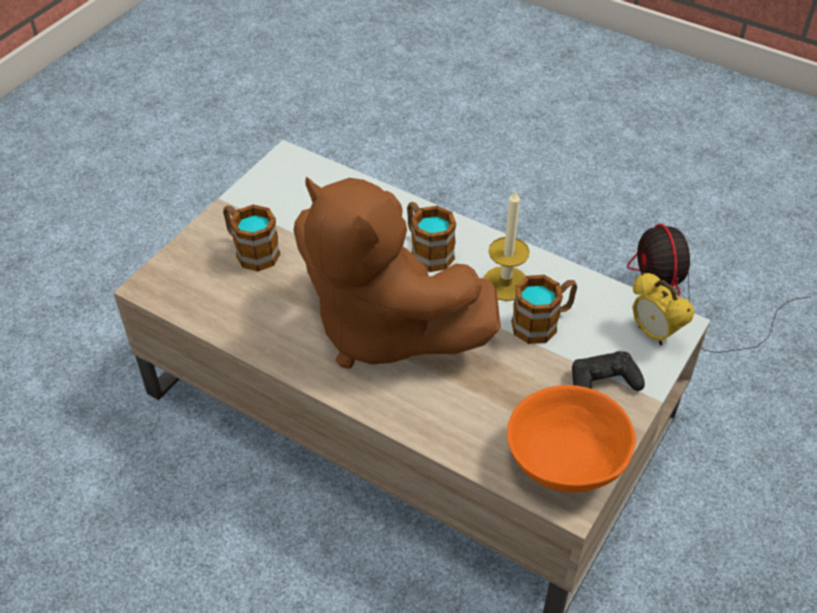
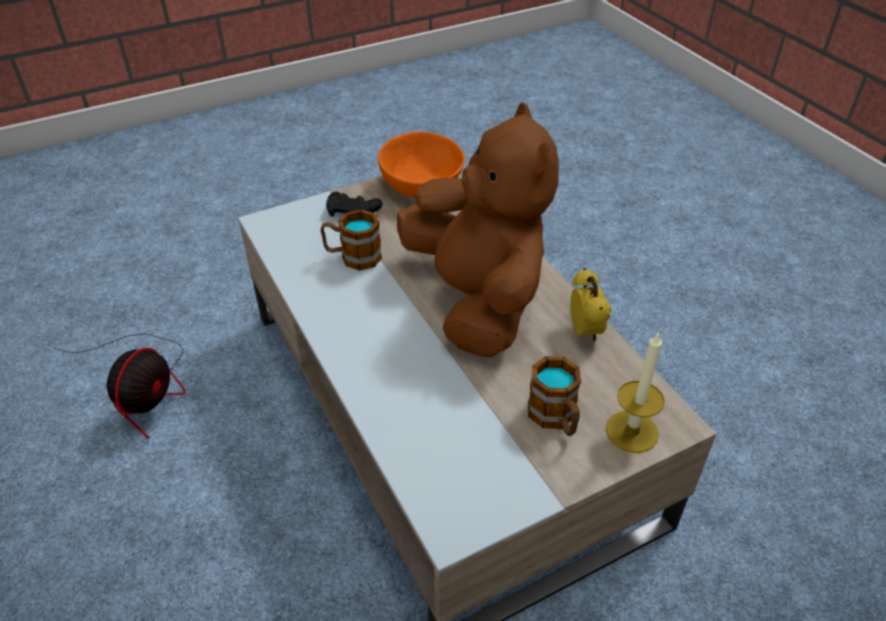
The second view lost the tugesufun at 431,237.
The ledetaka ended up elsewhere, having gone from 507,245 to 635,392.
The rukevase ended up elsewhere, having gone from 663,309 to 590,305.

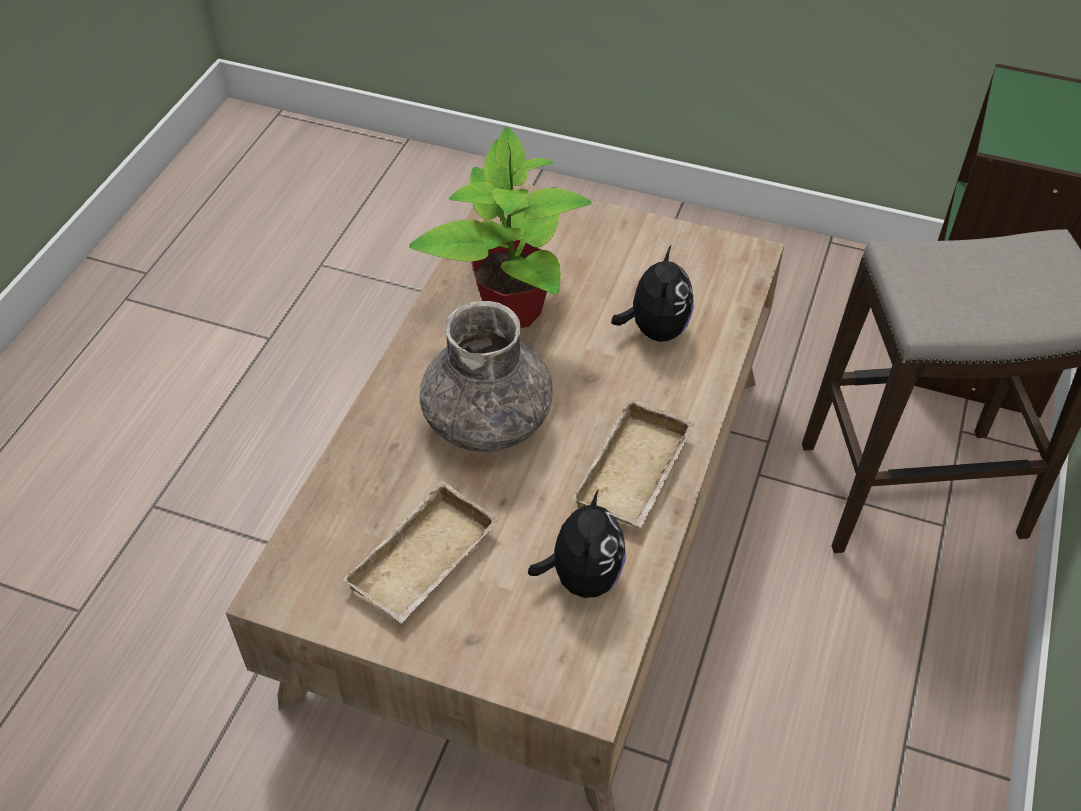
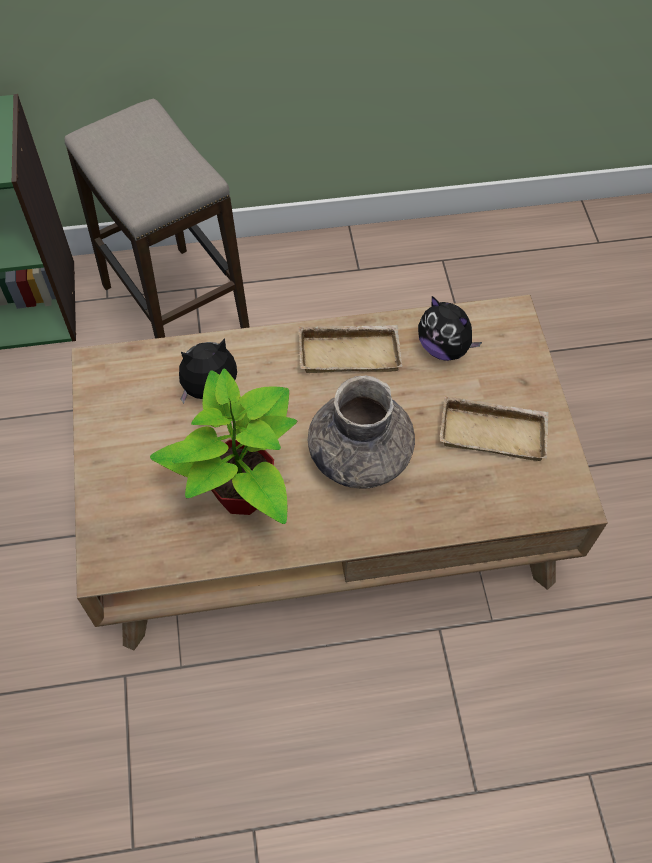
The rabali at 577,544 ended up facing another way, 120 degrees counterclockwise from before.

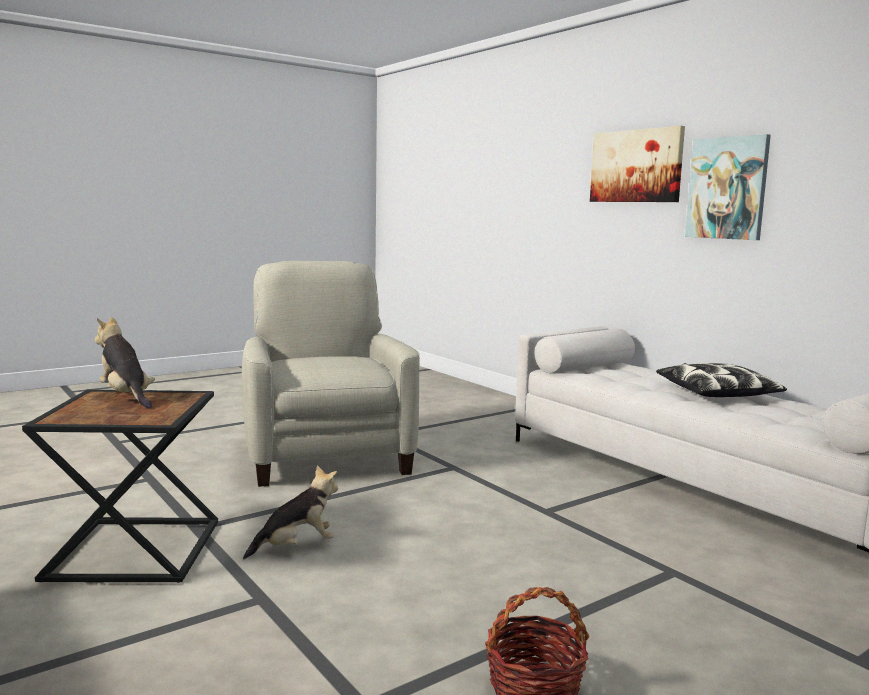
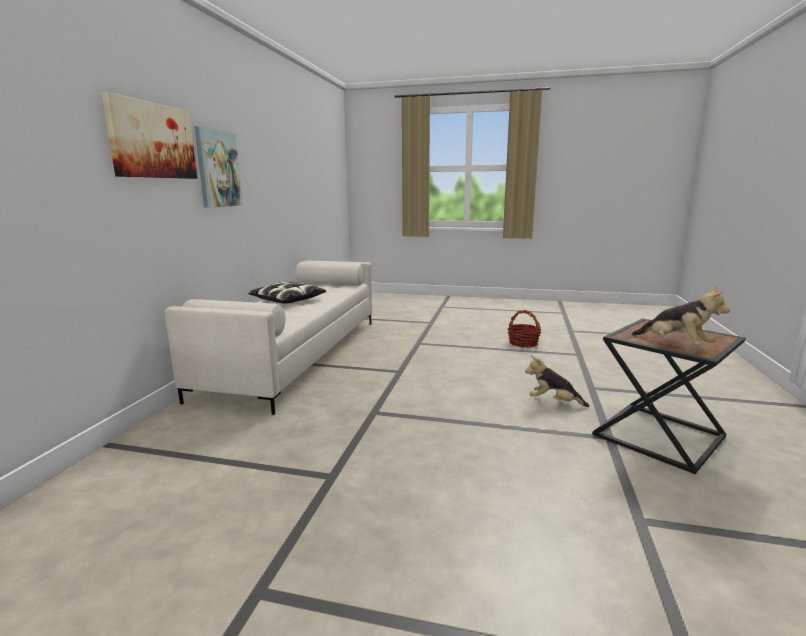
The rabali at 125,363 ended up facing another way, 45 degrees counterclockwise from before.
The second view lost the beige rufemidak at 331,374.

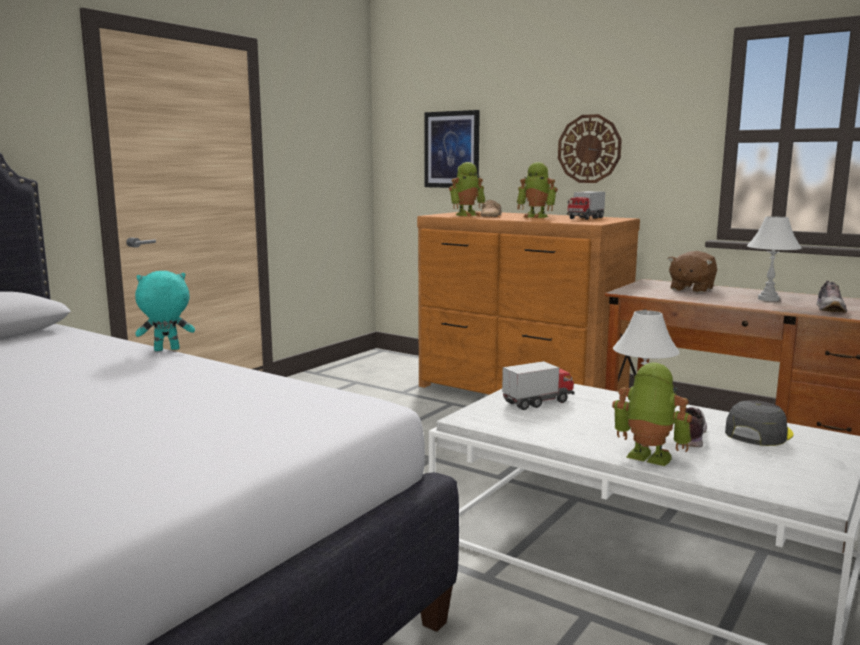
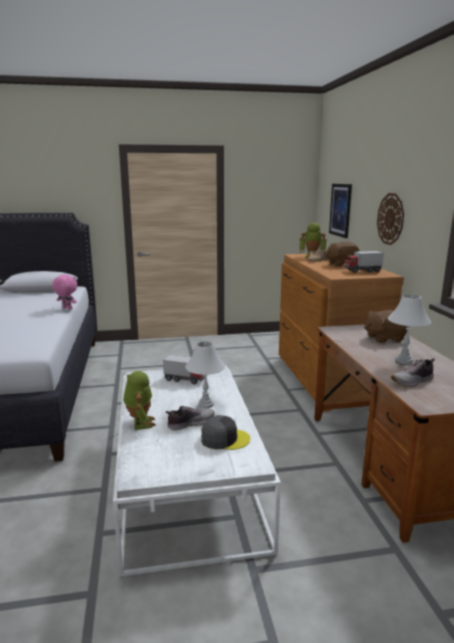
What was the turquoise rabali at 165,311 turned into the pink rabali at 64,292.
Where the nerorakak stood at 537,190, the brown rabali came to stand at 342,254.

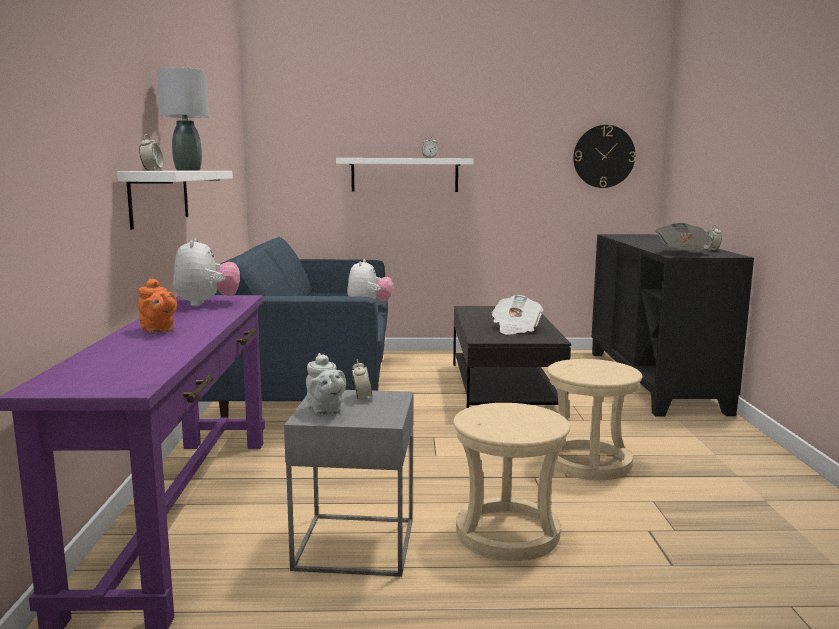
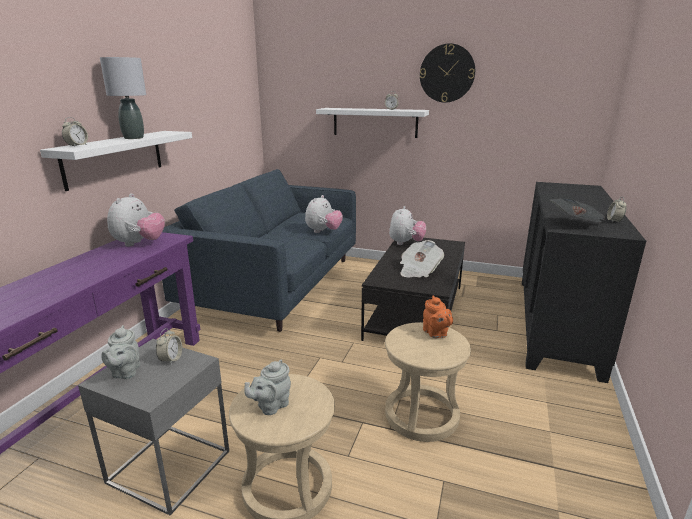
The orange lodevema ended up elsewhere, having gone from 157,306 to 438,316.
The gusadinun ended up elsewhere, having gone from 604,156 to 447,73.
The second view gained the grey lodevema at 267,387.
The second view gained the rabali at 407,225.

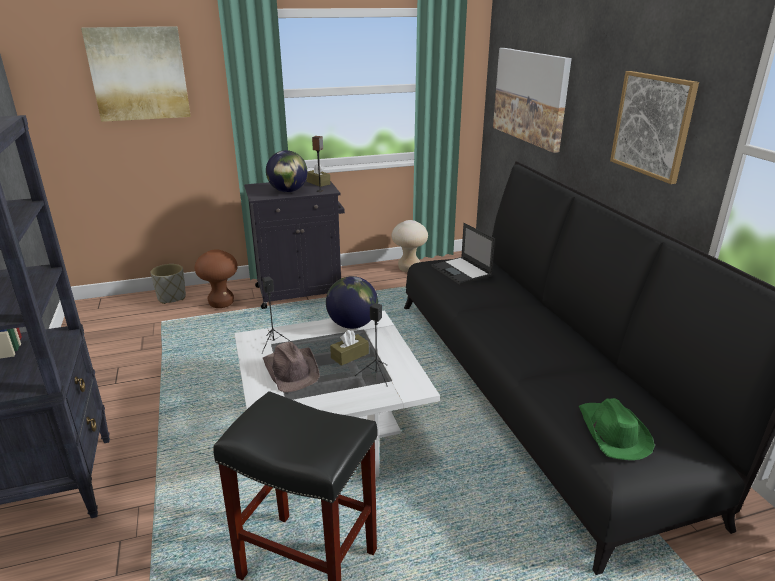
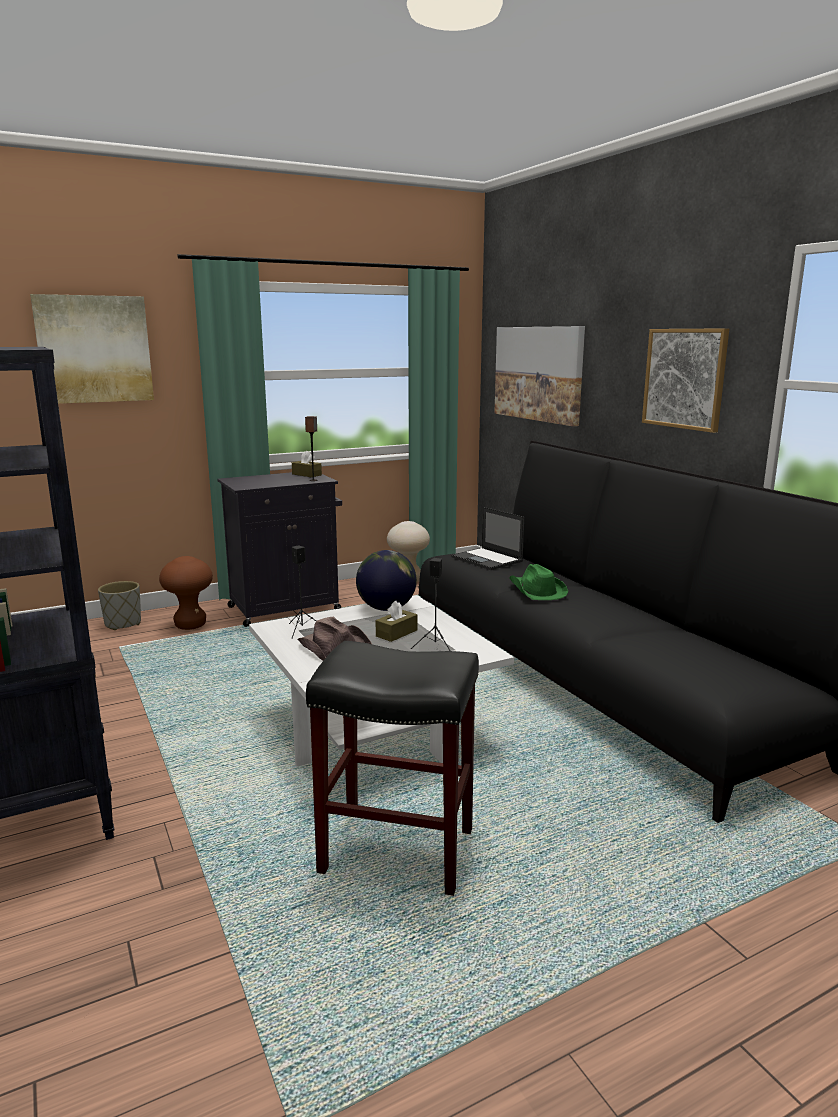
The second view lost the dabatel at 286,171.
The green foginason ended up elsewhere, having gone from 617,429 to 538,582.

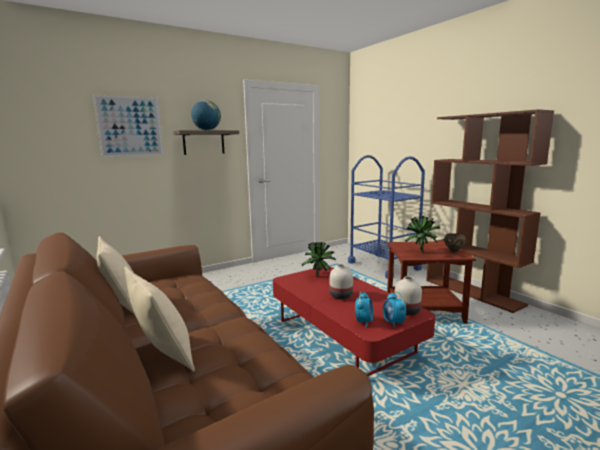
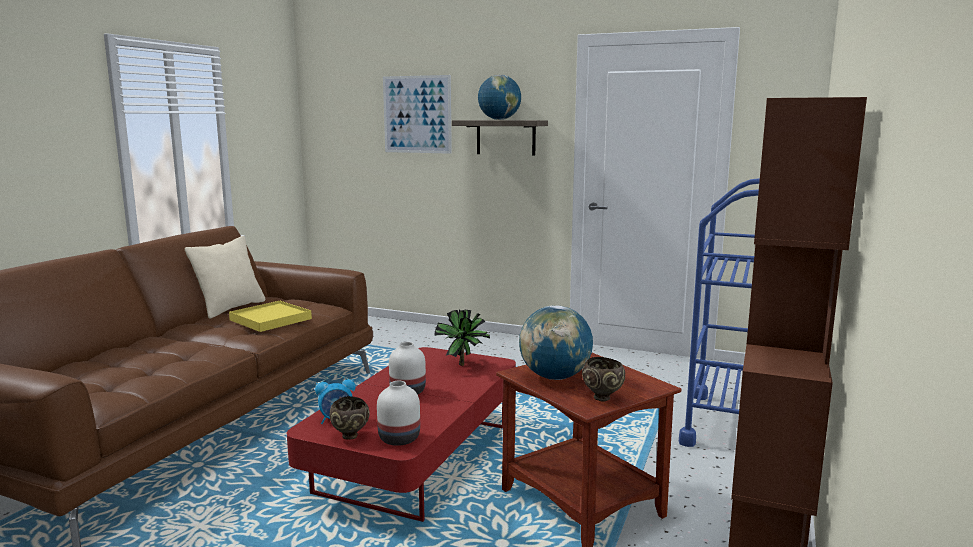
The second view lost the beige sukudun at 159,319.
Where the rukevase stood at 394,310, the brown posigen came to stand at 349,418.
Where the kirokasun stood at 422,234, the dabatel came to stand at 556,342.
The second view gained the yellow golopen at 270,316.

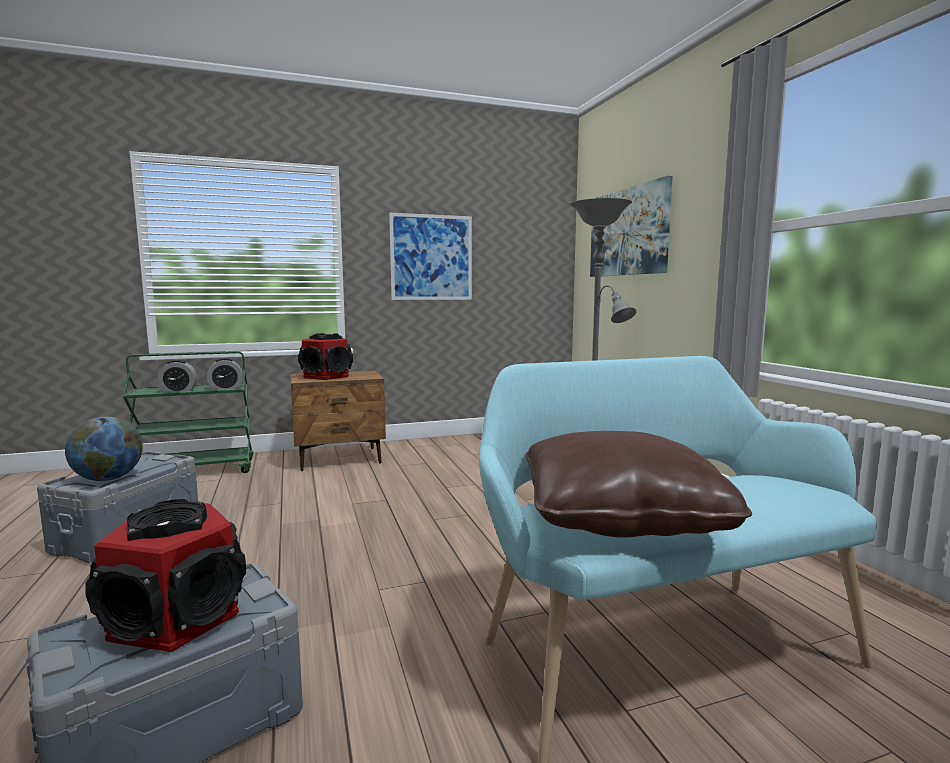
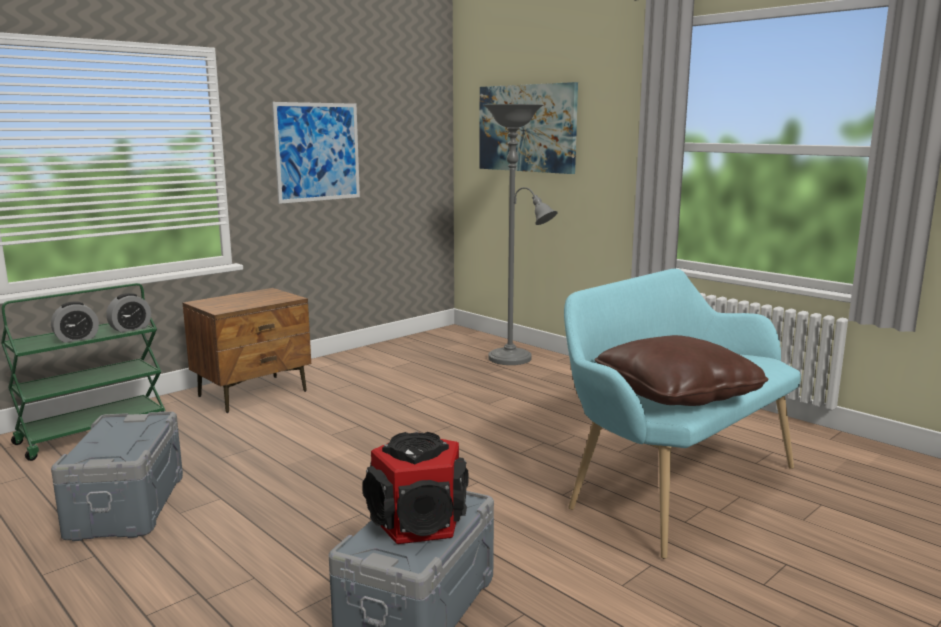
The second view lost the dabatel at 104,448.
The second view lost the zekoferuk at 325,356.

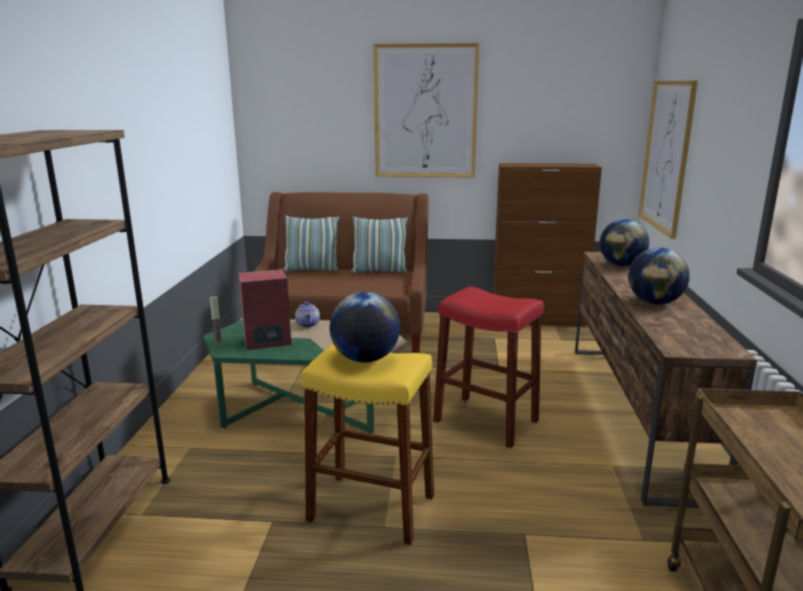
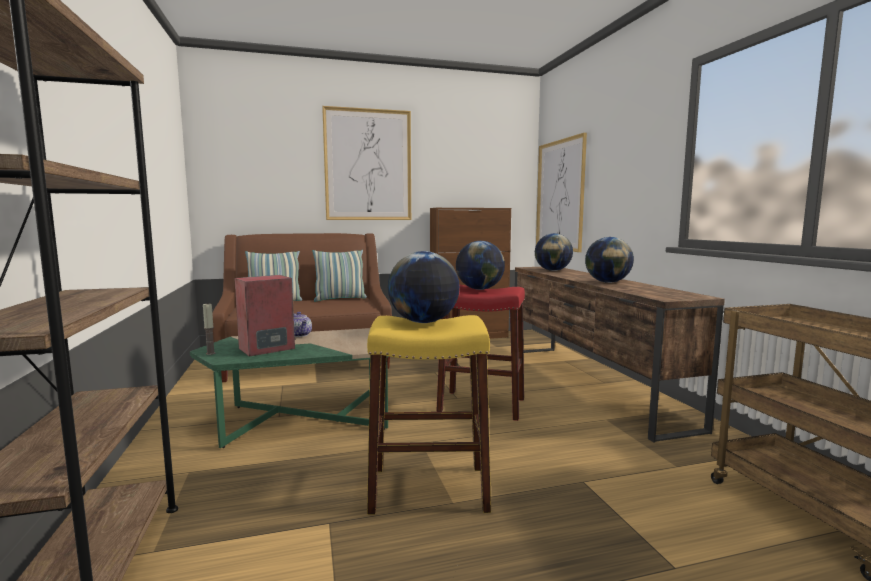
The second view gained the dabatel at 480,265.

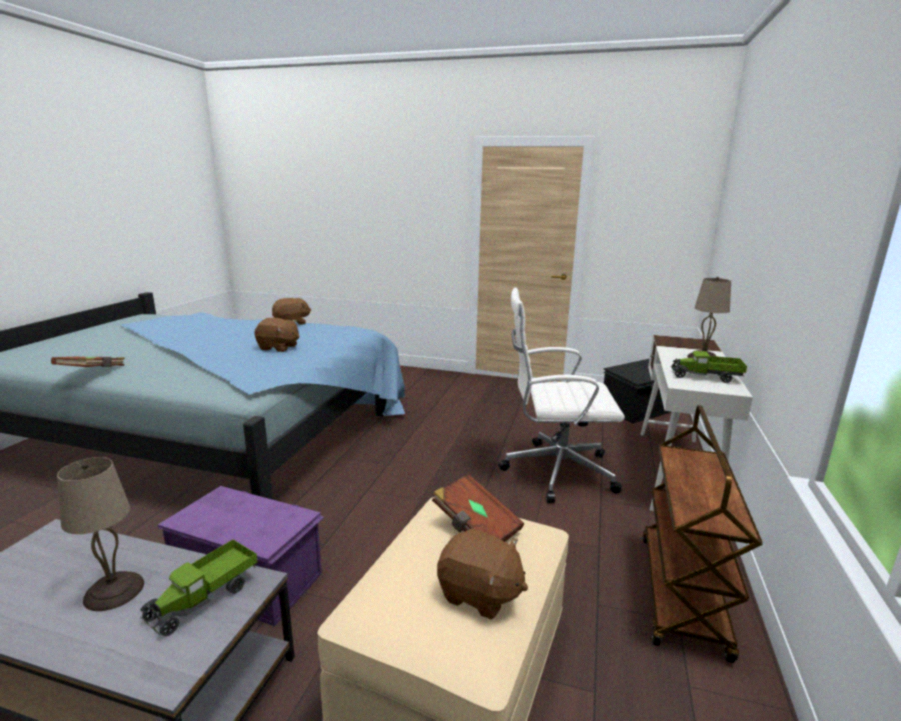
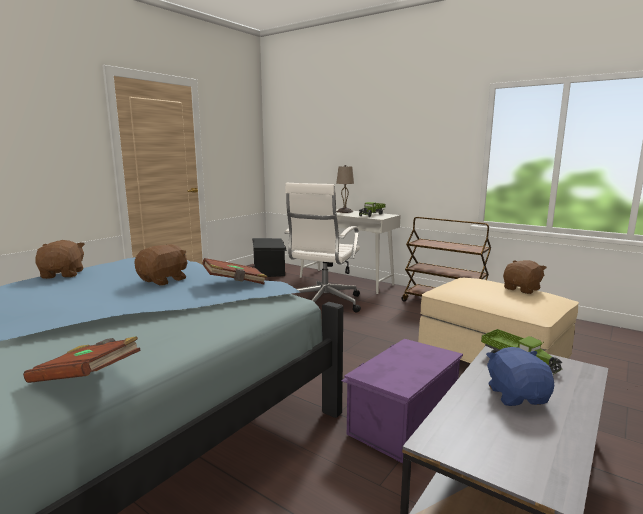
Where the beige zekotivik stood at 100,534, the blue rabali came to stand at 520,376.
The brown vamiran ended up elsewhere, having gone from 478,508 to 234,271.

